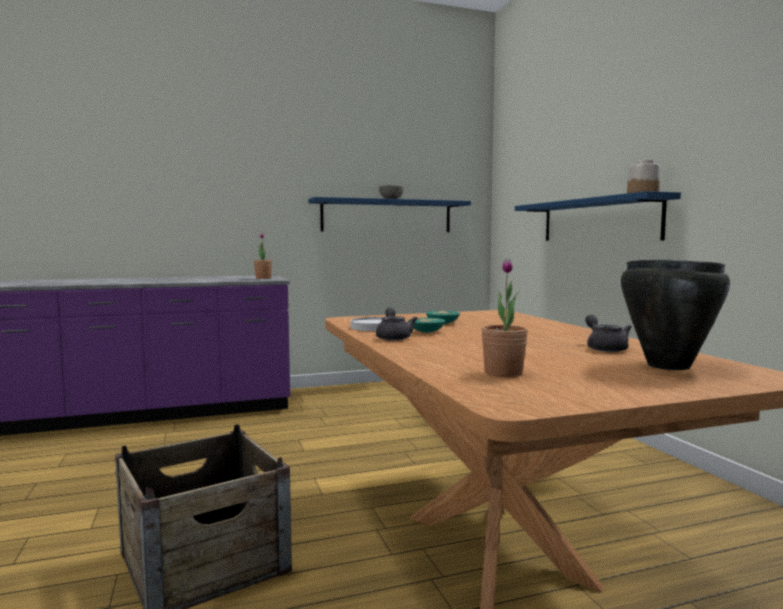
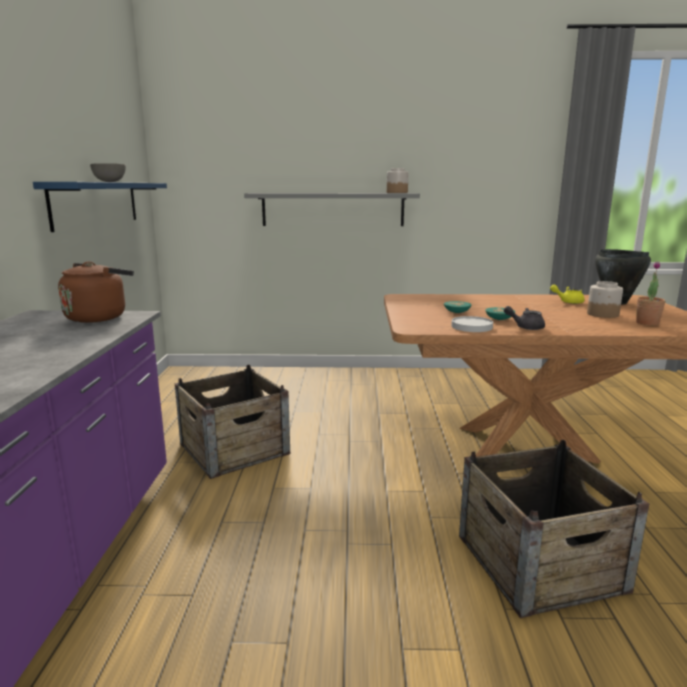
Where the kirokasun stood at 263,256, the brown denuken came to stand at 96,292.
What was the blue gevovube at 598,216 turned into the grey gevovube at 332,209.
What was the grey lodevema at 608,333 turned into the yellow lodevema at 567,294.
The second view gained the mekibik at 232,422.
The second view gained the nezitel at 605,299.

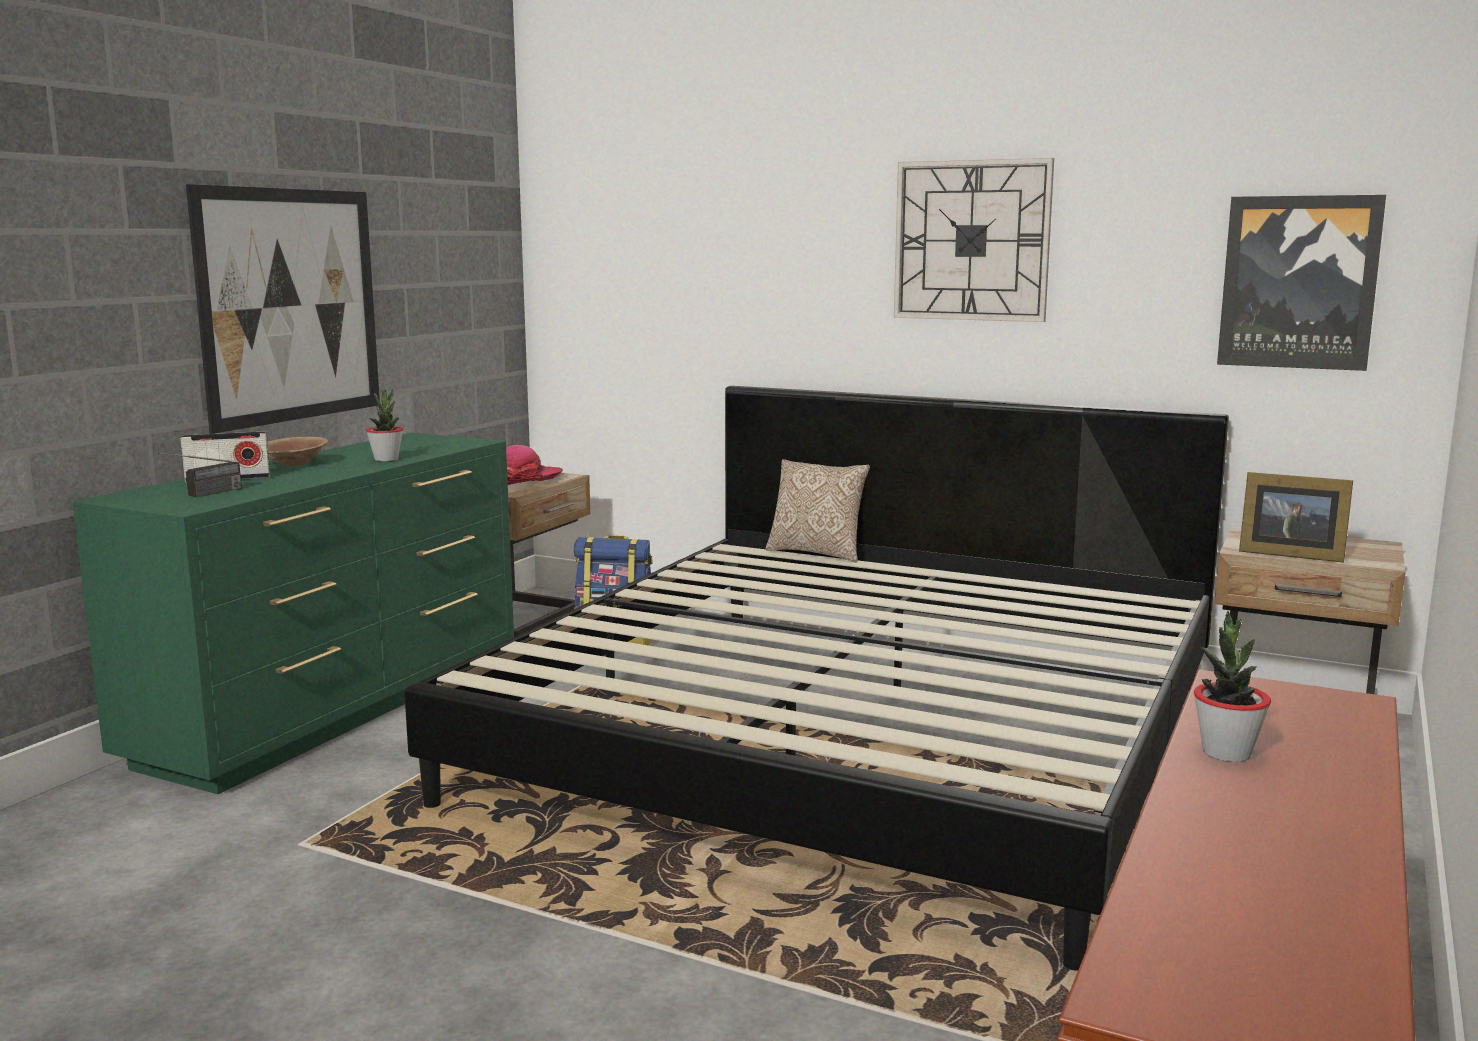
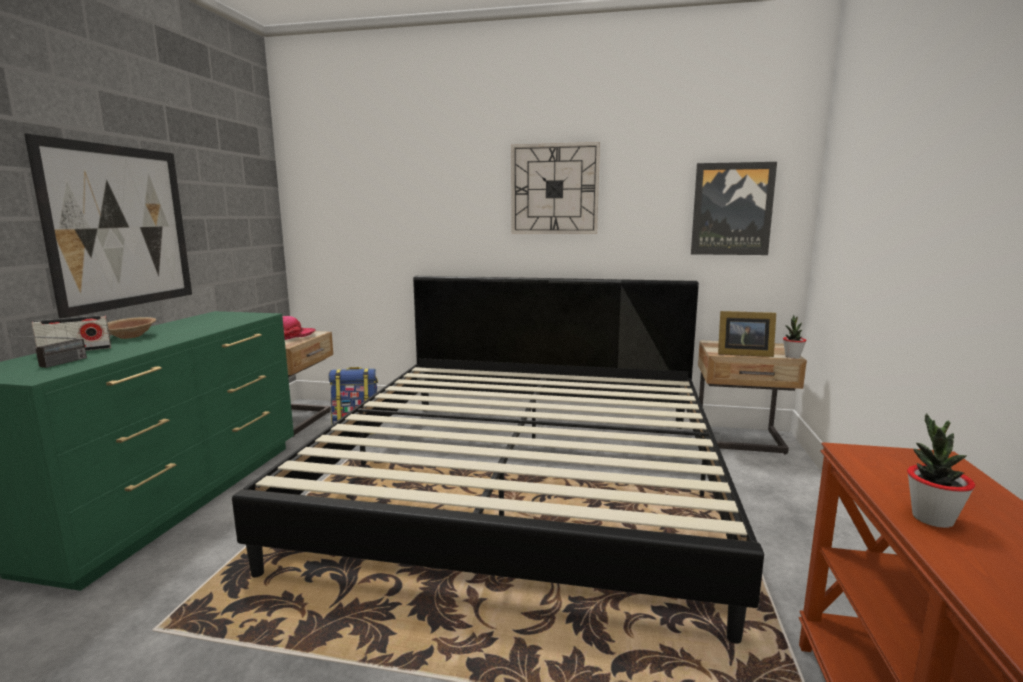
The kirokasun ended up elsewhere, having gone from 384,425 to 795,336.
The second view lost the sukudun at 817,511.

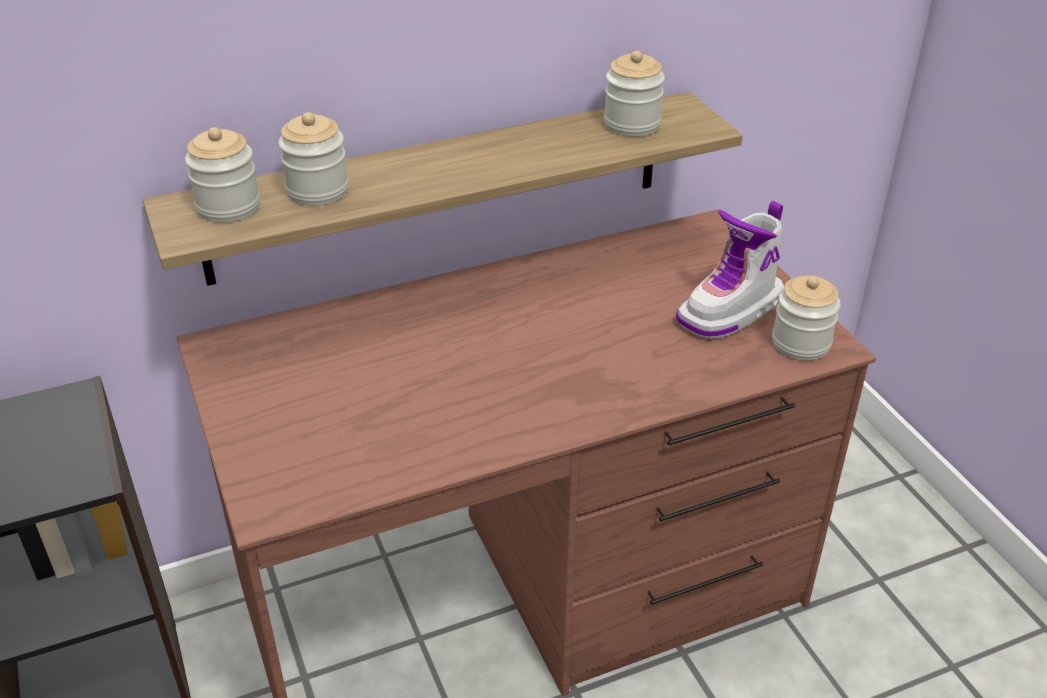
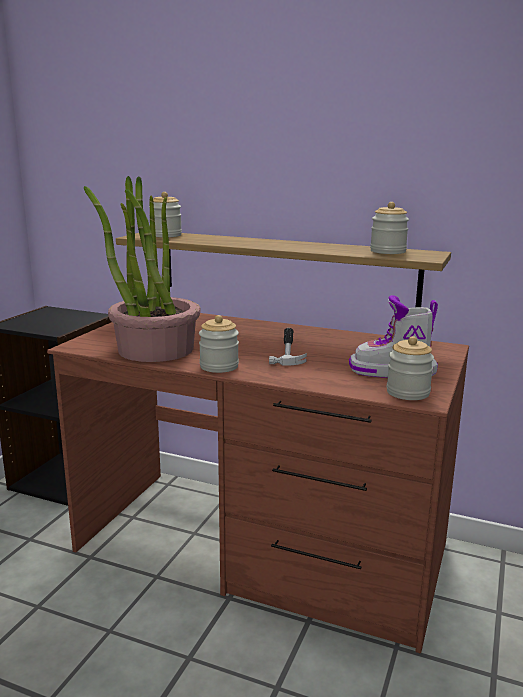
The nezitel ended up elsewhere, having gone from 313,159 to 219,344.
The second view gained the kirokasun at 142,269.
The second view gained the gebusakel at 288,347.

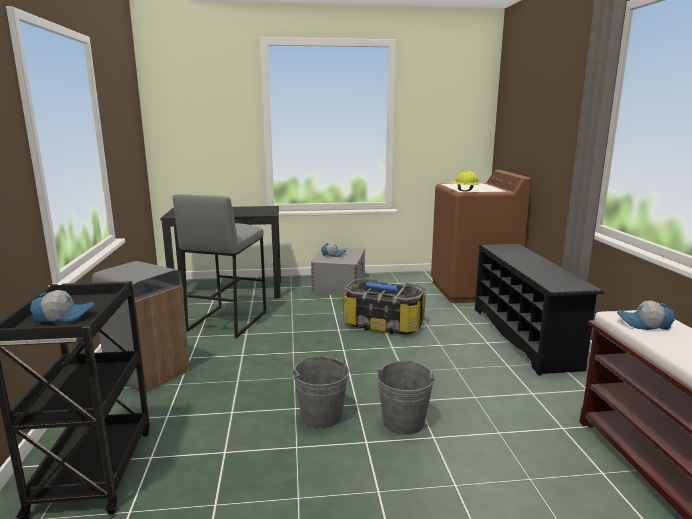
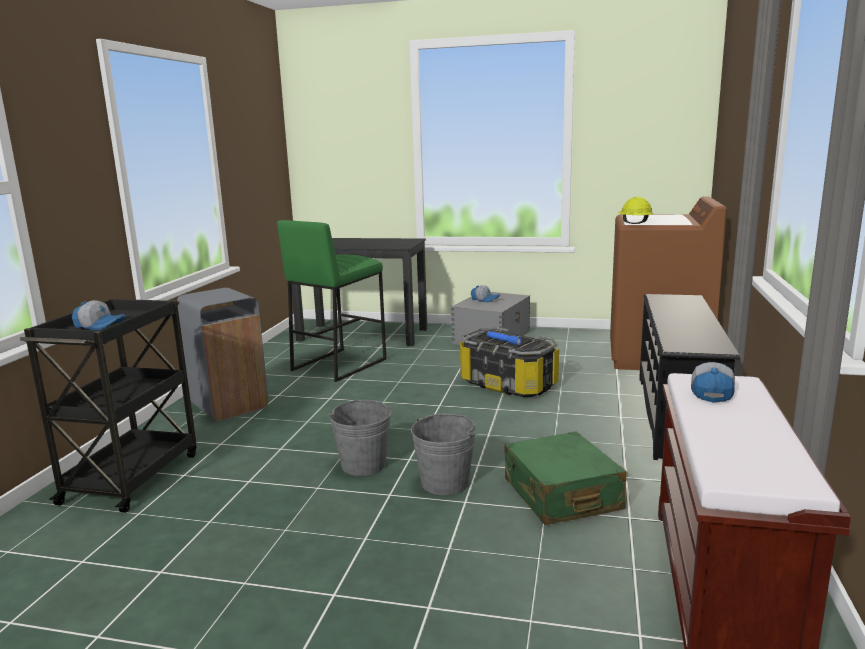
What was the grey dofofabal at 219,266 turned into the green dofofabal at 331,301.
The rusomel at 646,315 ended up facing another way, 75 degrees clockwise from before.
The second view gained the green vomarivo at 565,478.

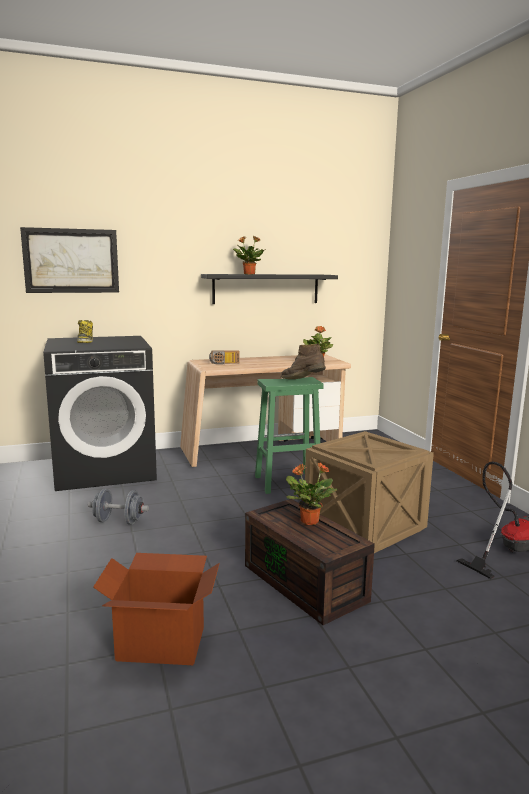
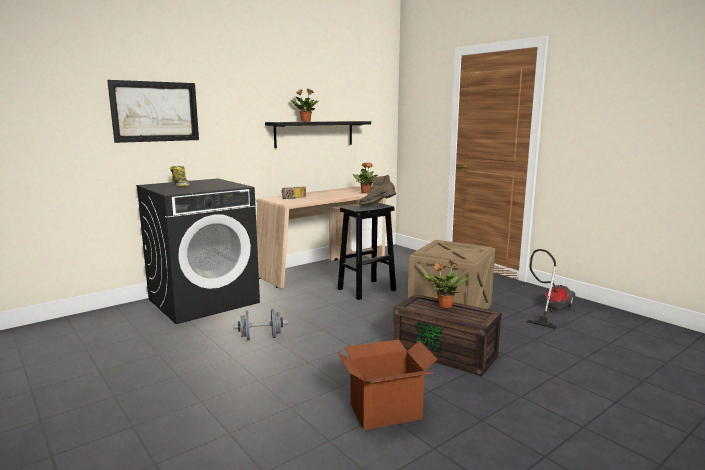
What was the green dofofabal at 289,435 turned into the black dofofabal at 367,251.

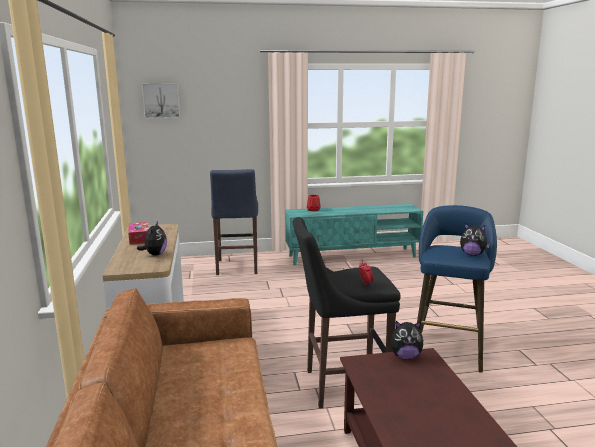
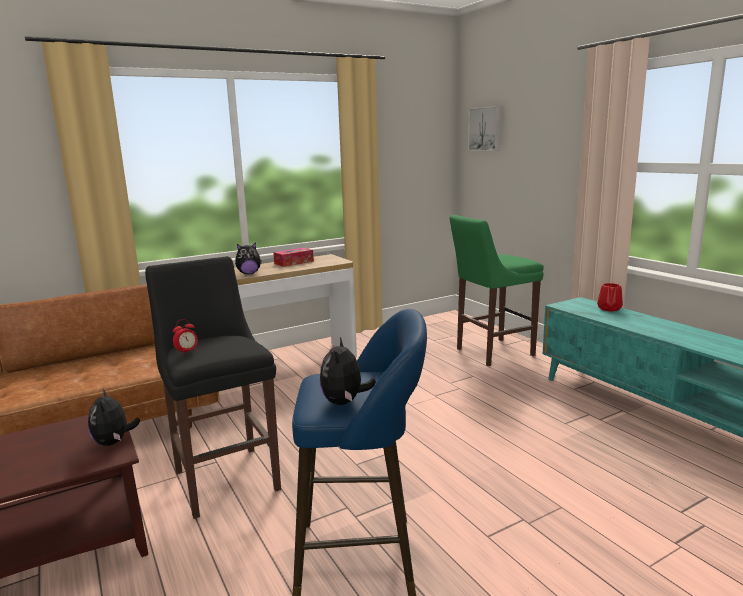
What was the blue dofofabal at 234,222 turned into the green dofofabal at 497,290.

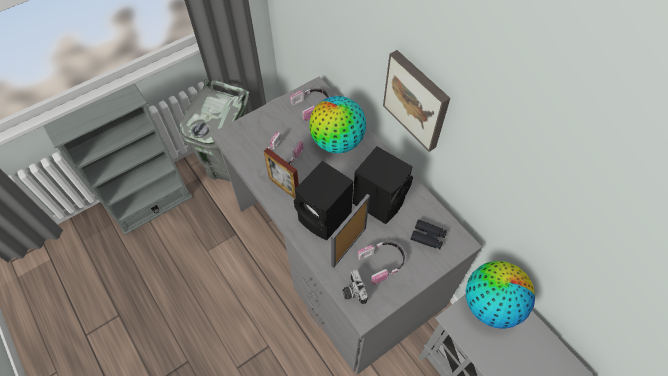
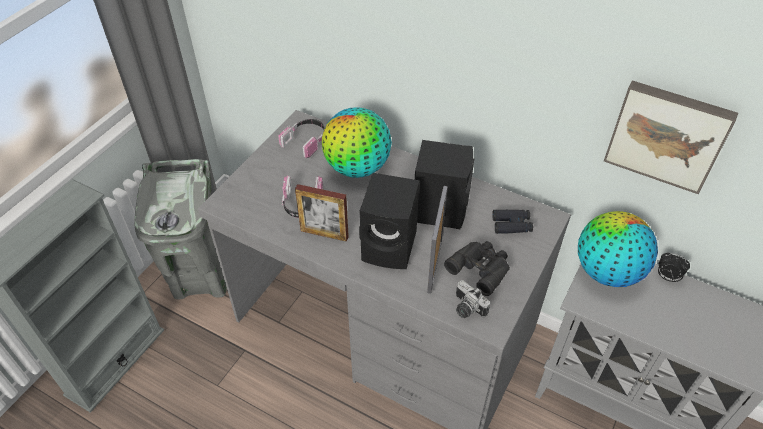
Where the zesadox stood at 381,263, the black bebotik came to stand at 477,268.
The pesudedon ended up elsewhere, having gone from 416,101 to 671,137.
The second view gained the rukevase at 674,267.

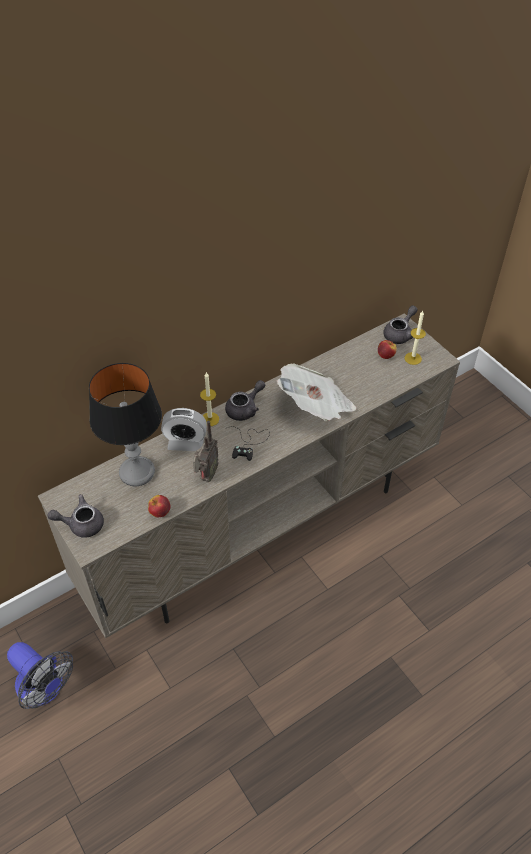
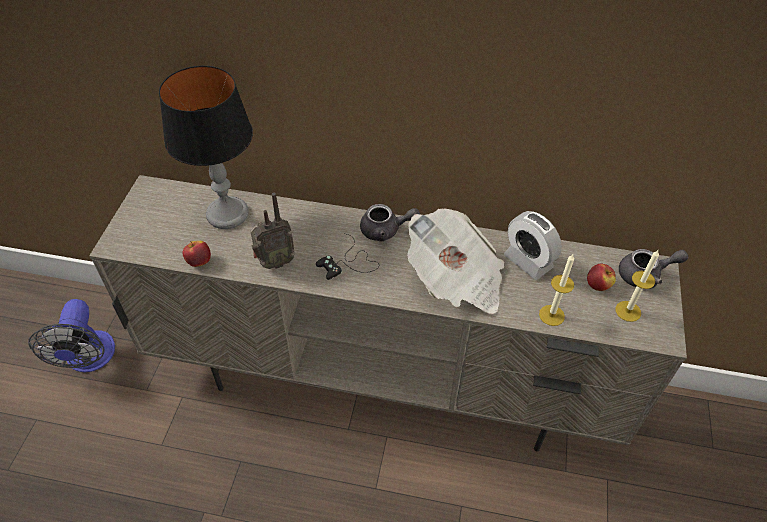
The second view lost the grey lodevema at 76,516.
The rukevase ended up elsewhere, having gone from 184,429 to 533,245.
The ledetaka ended up elsewhere, having gone from 209,399 to 556,290.

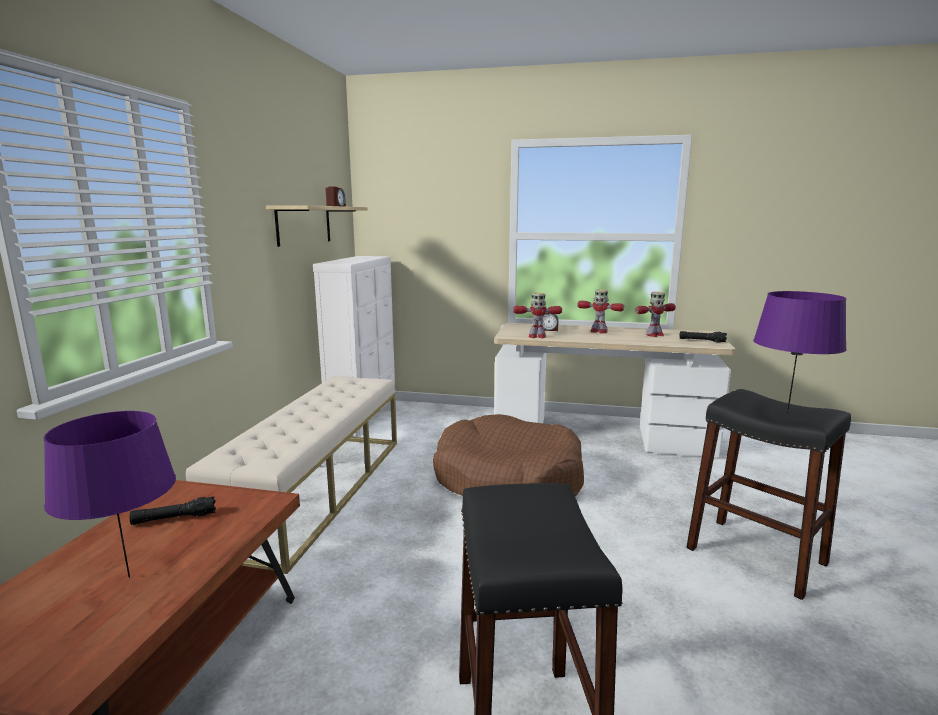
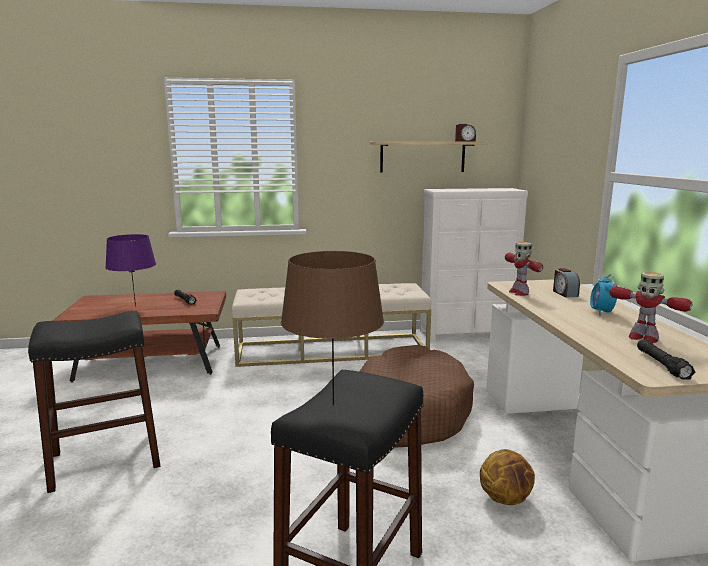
Where the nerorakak stood at 600,311, the rukevase came to stand at 603,295.
What was the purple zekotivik at 800,352 turned into the brown zekotivik at 332,328.
The second view gained the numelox at 507,477.

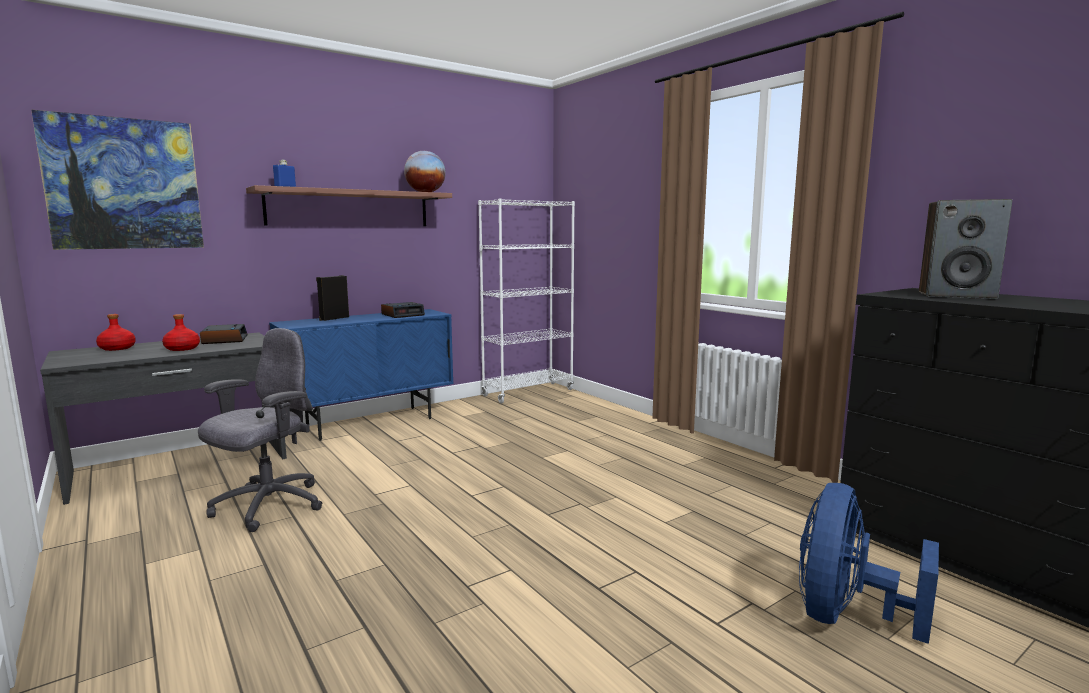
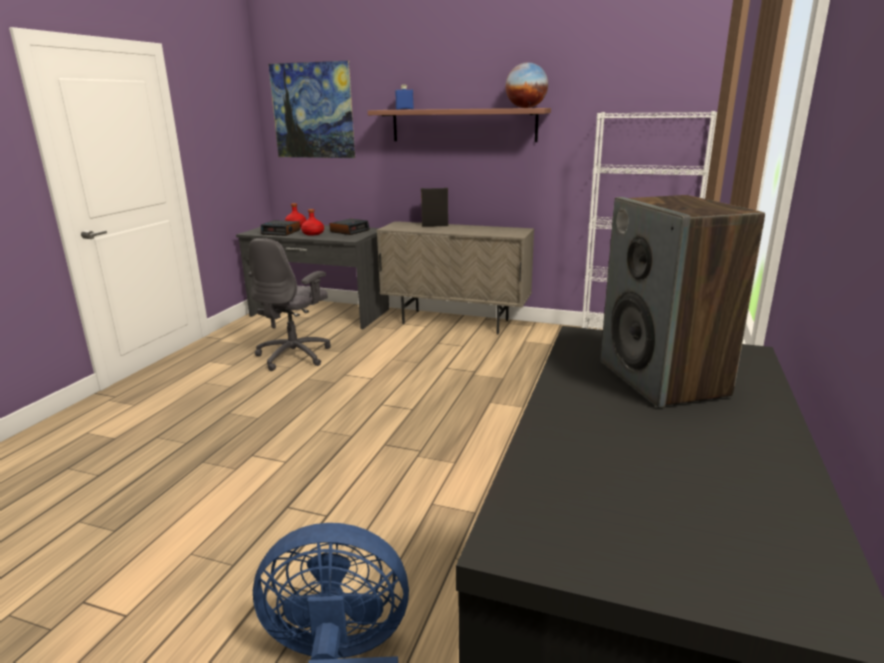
The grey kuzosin at 260,430 ended up facing another way, 120 degrees clockwise from before.
What was the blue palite at 361,375 turned into the beige palite at 455,277.
The rukevase ended up elsewhere, having gone from 403,310 to 280,228.

